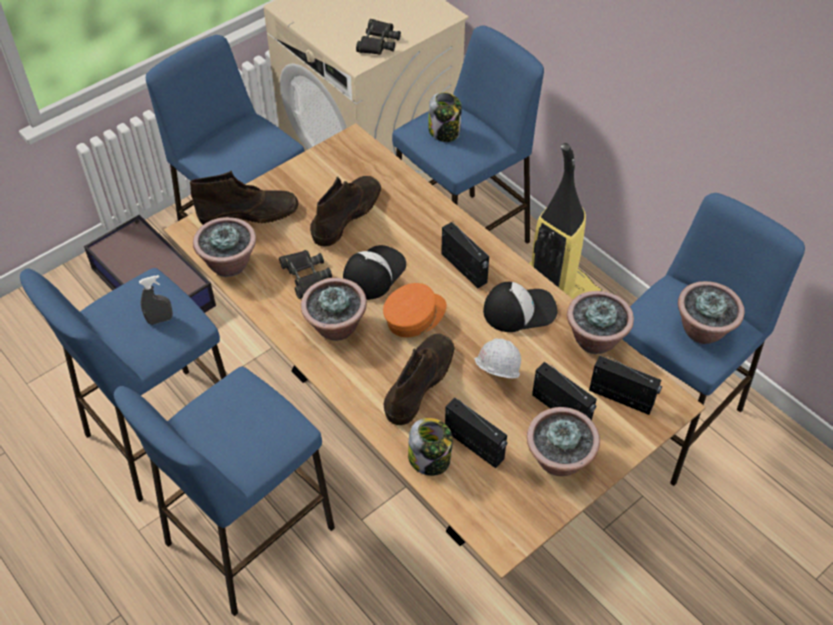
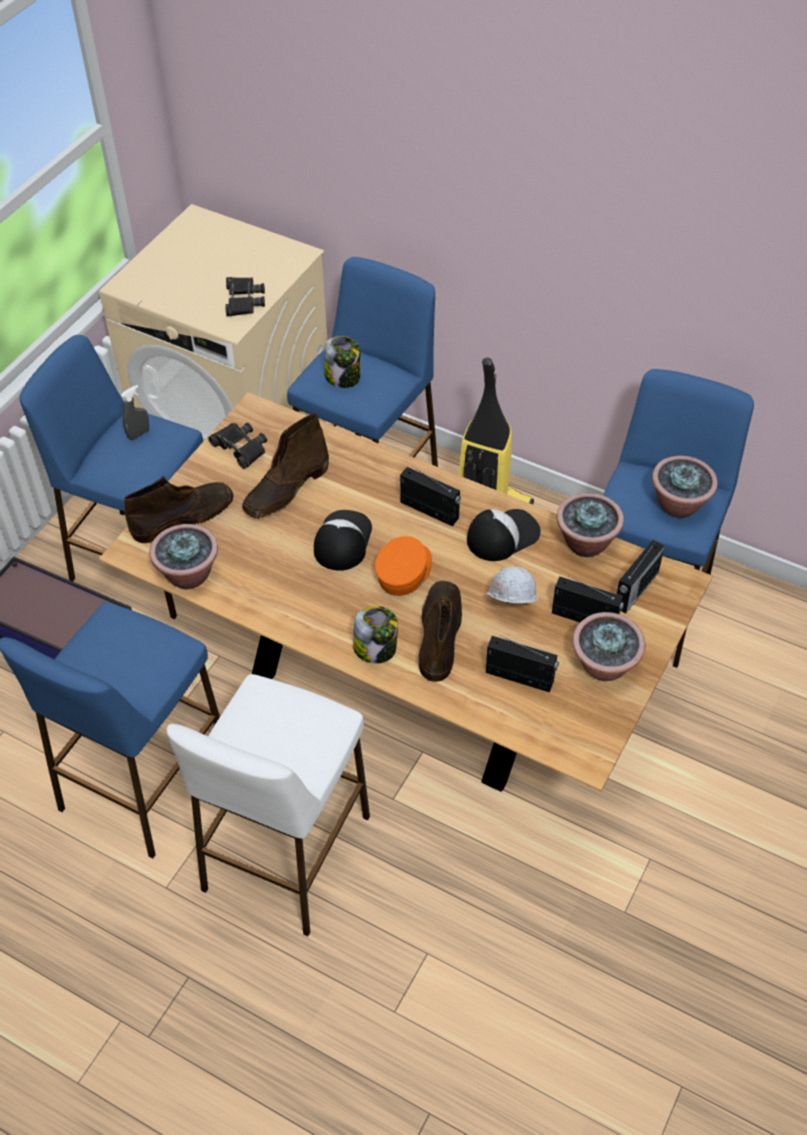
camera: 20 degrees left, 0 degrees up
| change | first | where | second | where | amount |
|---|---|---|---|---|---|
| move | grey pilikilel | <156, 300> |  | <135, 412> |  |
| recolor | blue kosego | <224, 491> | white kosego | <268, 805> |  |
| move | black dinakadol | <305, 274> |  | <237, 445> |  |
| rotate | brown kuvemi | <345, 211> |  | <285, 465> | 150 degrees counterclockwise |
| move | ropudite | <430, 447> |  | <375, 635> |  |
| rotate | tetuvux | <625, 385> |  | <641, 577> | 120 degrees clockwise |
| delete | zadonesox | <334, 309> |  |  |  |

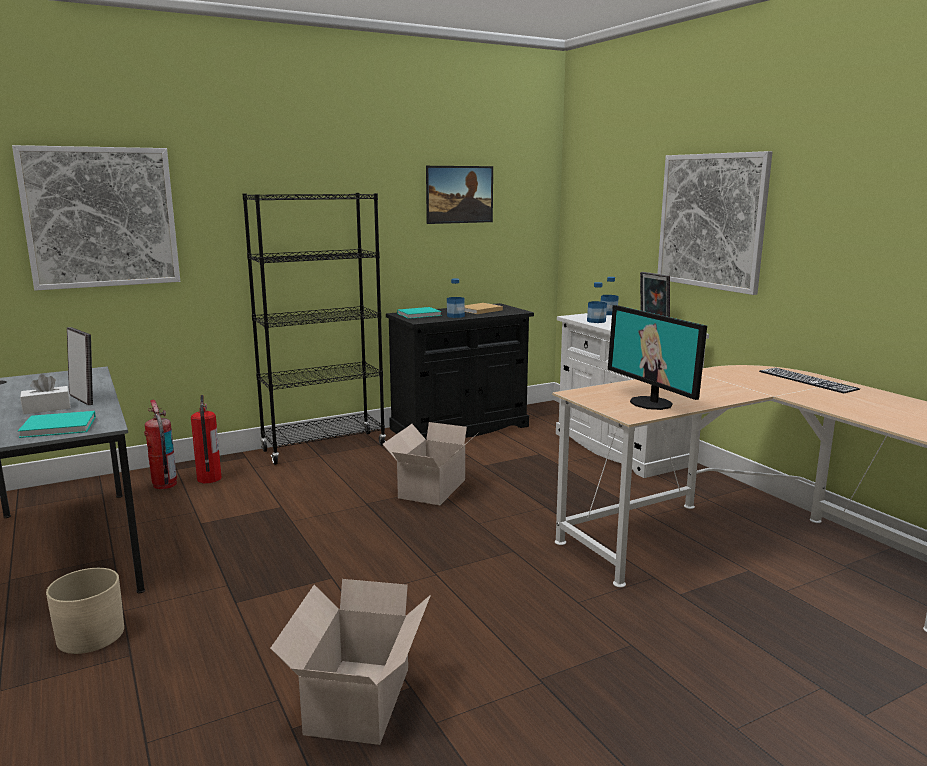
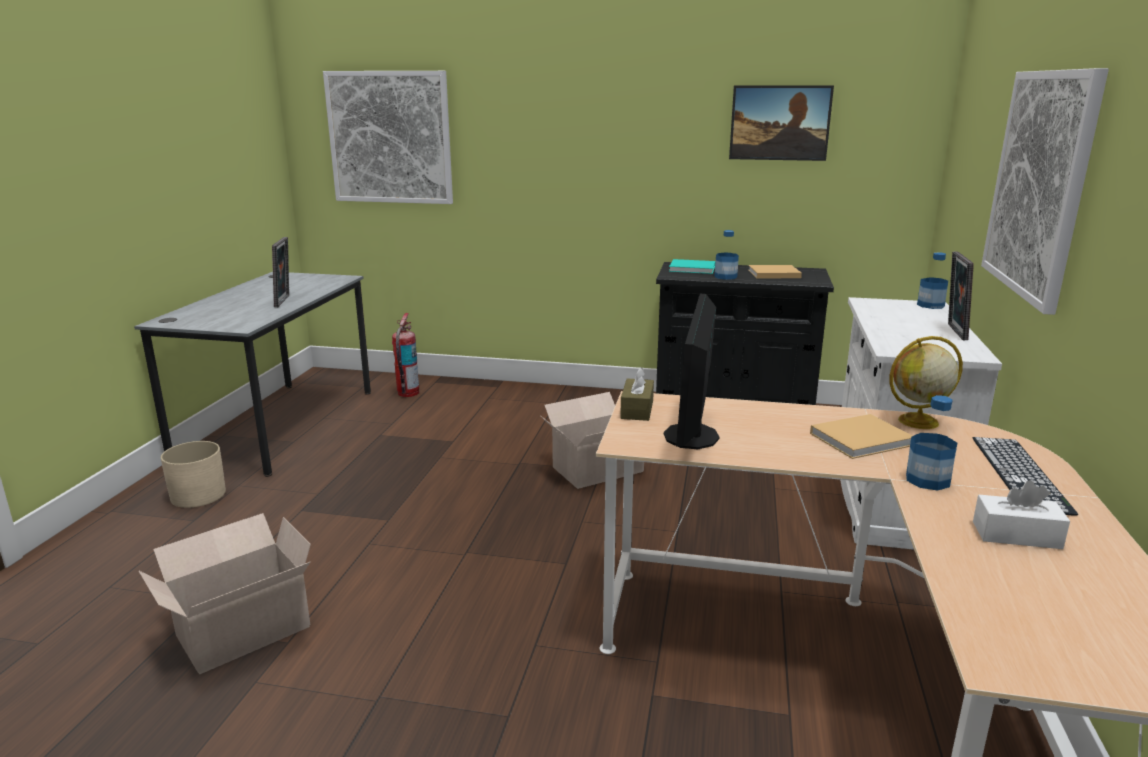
camera: 40 degrees right, 5 degrees up
| change | first | where | second | where | amount |
|---|---|---|---|---|---|
| insert |  |  | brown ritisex | <637, 394> |  |
| insert |  |  | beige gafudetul | <861, 436> |  |
| insert |  |  | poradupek | <926, 382> |  |
| move | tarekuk | <597, 302> |  | <931, 443> |  |
| move | white ritisex | <45, 394> |  | <1021, 514> |  |
| delete | turquoise gafudetul | <57, 424> |  |  |  |
| delete | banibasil | <206, 439> |  |  |  |
| delete | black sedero | <314, 329> |  |  |  |

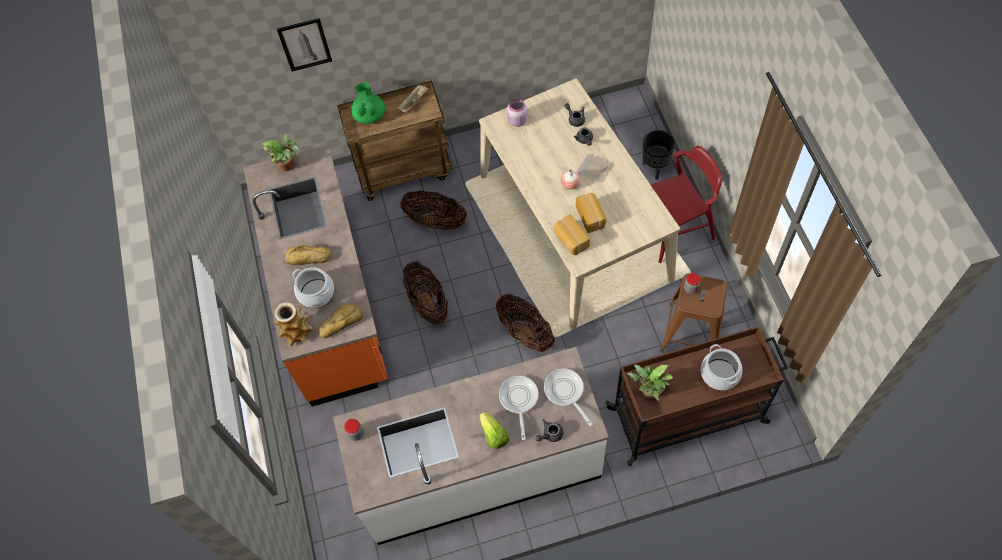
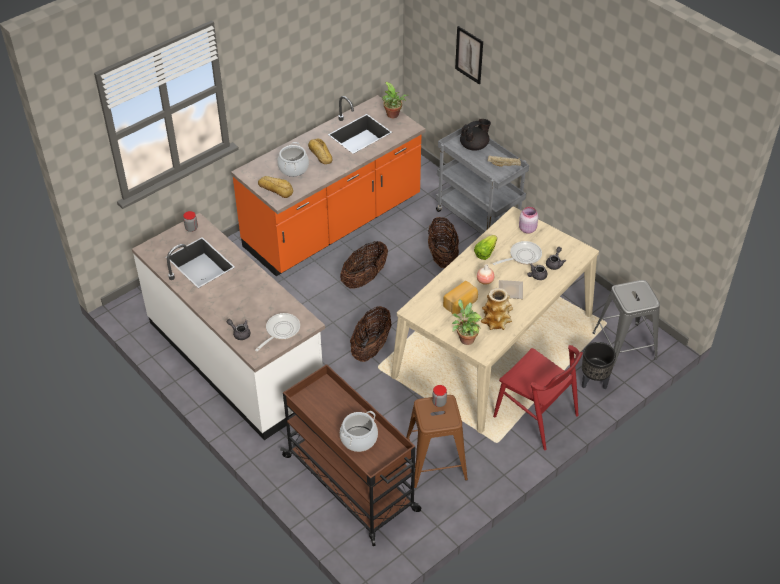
camera: 60 degrees right, 15 degrees down
| change | first | where | second | where | amount |
|---|---|---|---|---|---|
| recolor | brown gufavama | <394, 141> | grey gufavama | <482, 179> |  |
| move | zadonesox | <650, 383> |  | <467, 322> |  |
| recolor | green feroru | <368, 103> | black feroru | <475, 135> |  |
| move | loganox | <494, 430> |  | <485, 247> |  |
| move | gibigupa | <293, 324> |  | <497, 309> |  |
| move | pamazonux | <518, 408> |  | <517, 253> |  |
| insert |  |  | grey kosego | <626, 323> |  |
| delete | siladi | <572, 235> |  |  |  |

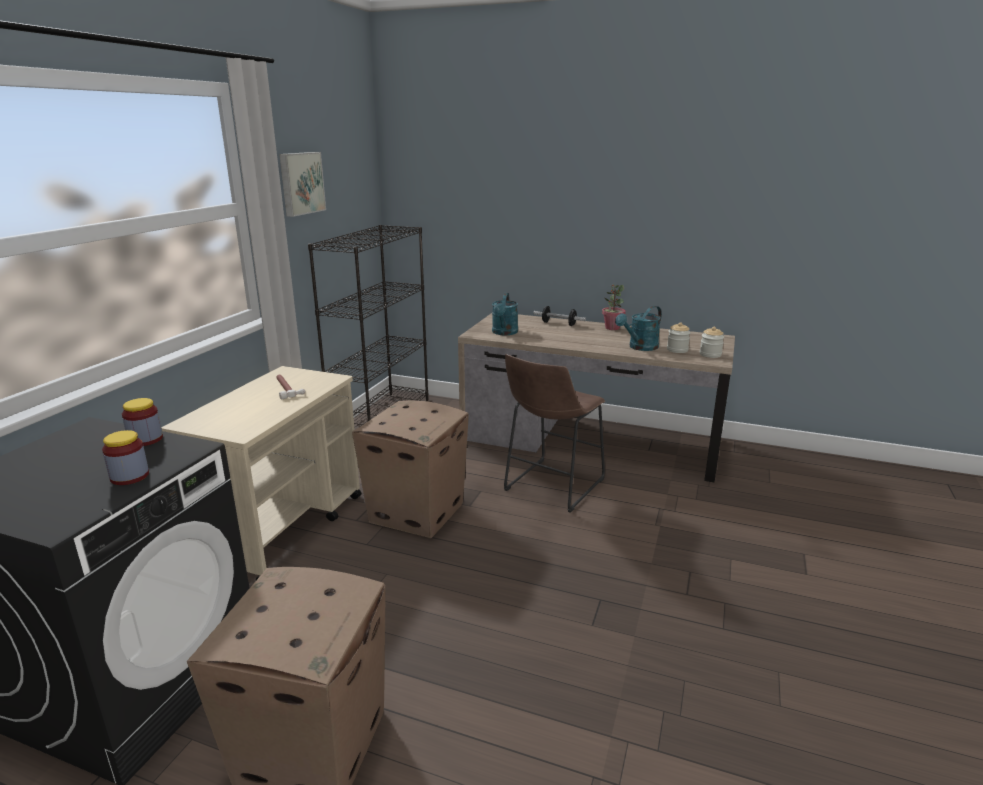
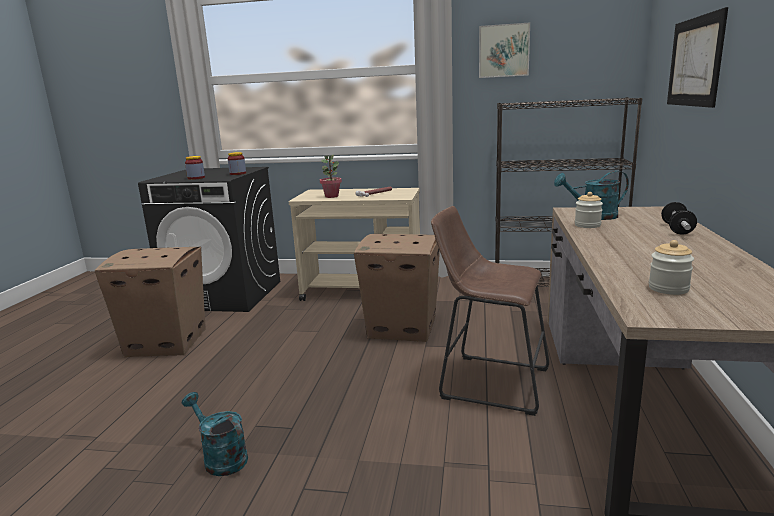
camera: 80 degrees right, 5 degrees down
| change | first | where | second | where | amount |
|---|---|---|---|---|---|
| move | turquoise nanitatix | <638, 328> |  | <215, 434> |  |
| move | zadonesox | <614, 307> |  | <331, 176> |  |
| move | ropudite | <712, 342> |  | <589, 210> |  |
| insert |  |  | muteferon | <697, 57> |  |

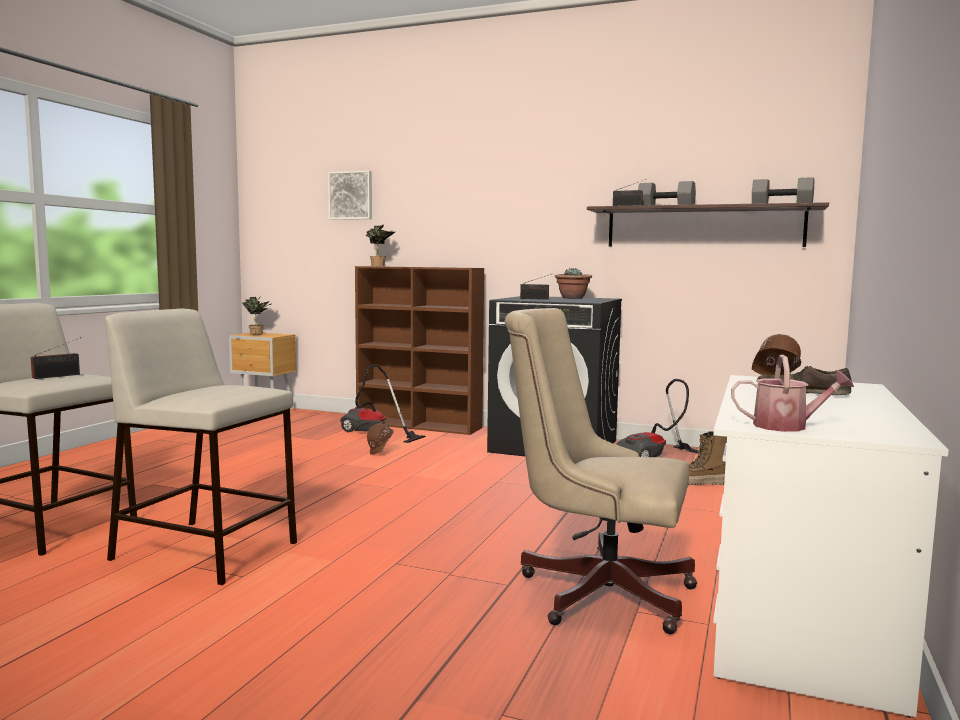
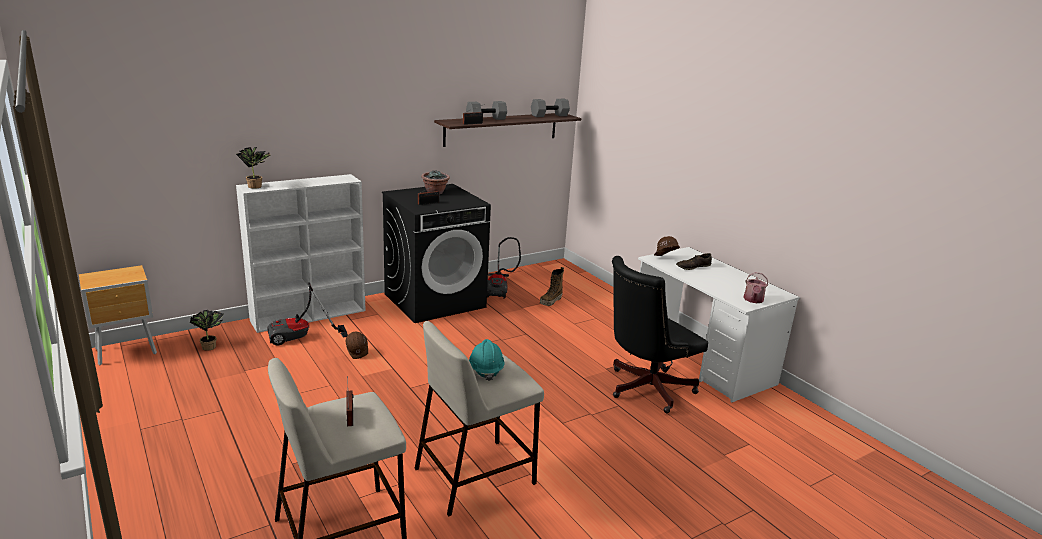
camera: 55 degrees left, 15 degrees up
| change | first | where | second | where | amount |
|---|---|---|---|---|---|
| move | zadonesox | <257, 316> |  | <207, 330> |  |
| recolor | brown sedero | <419, 350> | white sedero | <301, 253> |  |
| insert |  |  | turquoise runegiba | <487, 360> |  |
| recolor | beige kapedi | <601, 471> | black kapedi | <660, 334> |  |
| rotate | nanitatix | <792, 393> |  | <755, 287> | 150 degrees clockwise |
| delete | muteferon | <350, 195> |  |  |  |

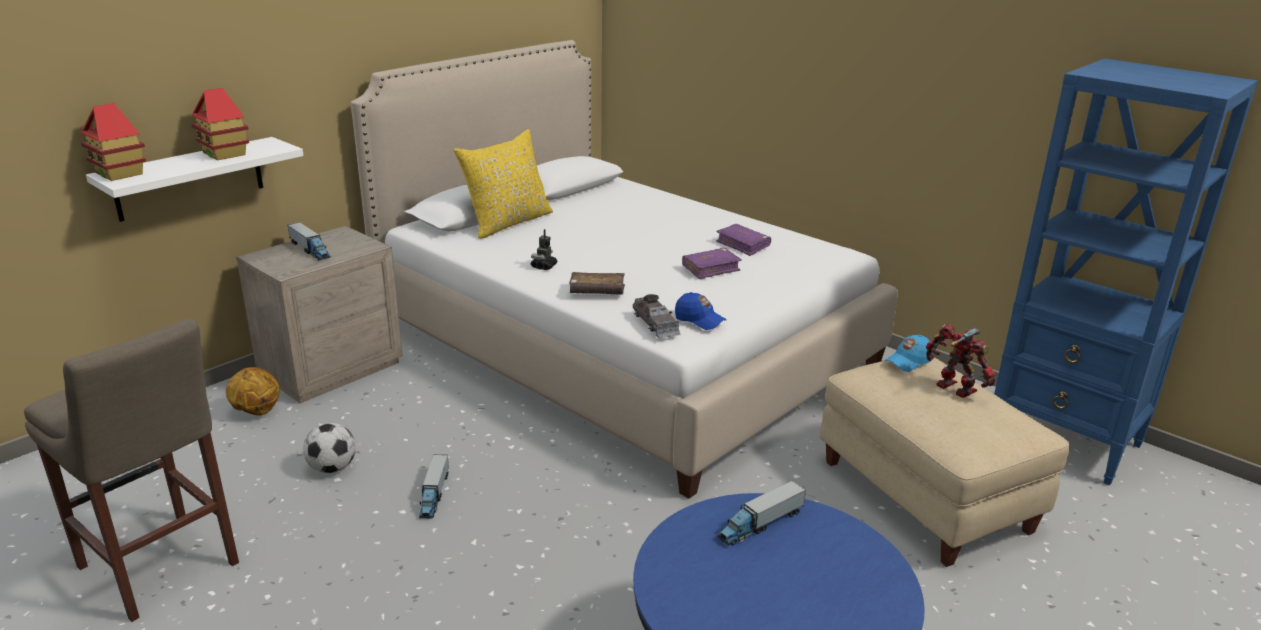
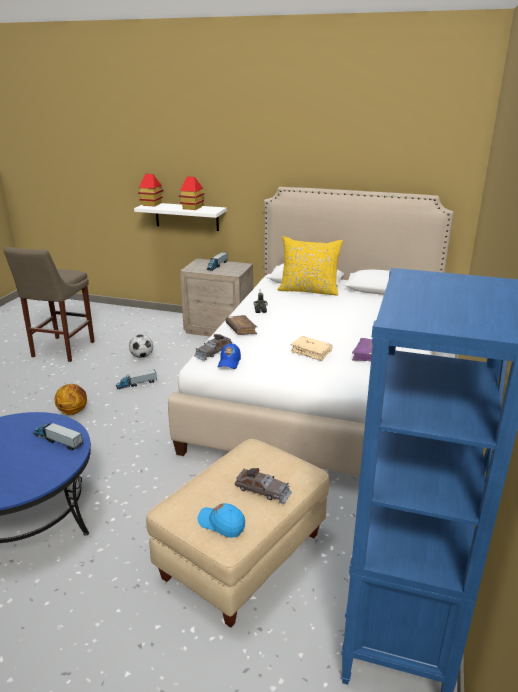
camera: 65 degrees right, 0 degrees up
| change | first | where | second | where | amount |
|---|---|---|---|---|---|
| move | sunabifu | <253, 391> |  | <71, 399> |  |
| move | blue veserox | <908, 353> |  | <221, 520> |  |
| replace | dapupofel | <961, 360> | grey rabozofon | <263, 486> |  |
| recolor | purple gafudetul | <712, 263> | beige gafudetul | <311, 348> |  |

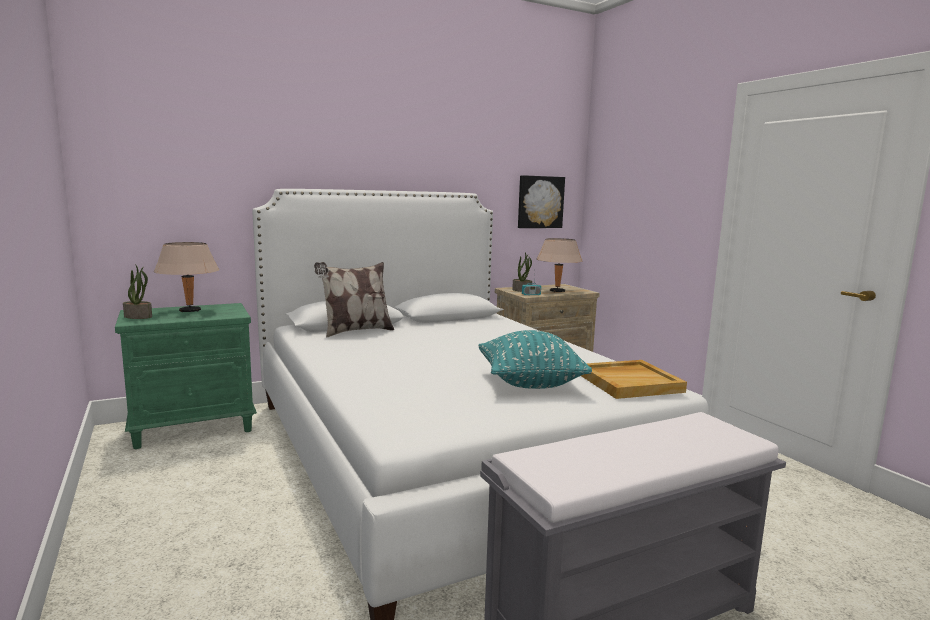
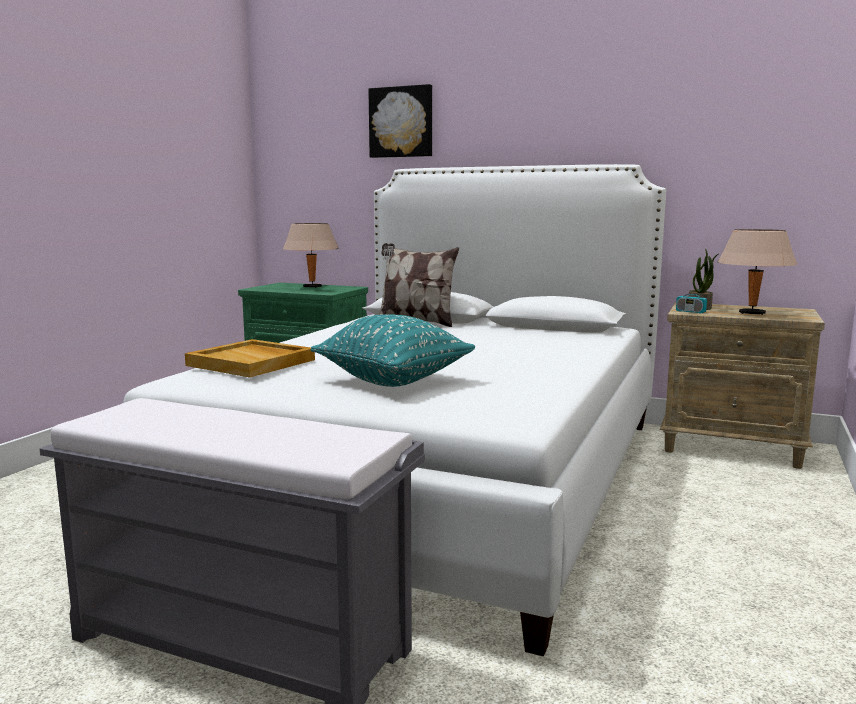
camera: 50 degrees right, 0 degrees up
| change | first | where | second | where | amount |
|---|---|---|---|---|---|
| move | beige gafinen | <634, 379> |  | <250, 358> |  |
| move | muteferon | <541, 201> |  | <400, 121> |  |
| delete | zadonesox | <137, 291> |  |  |  |

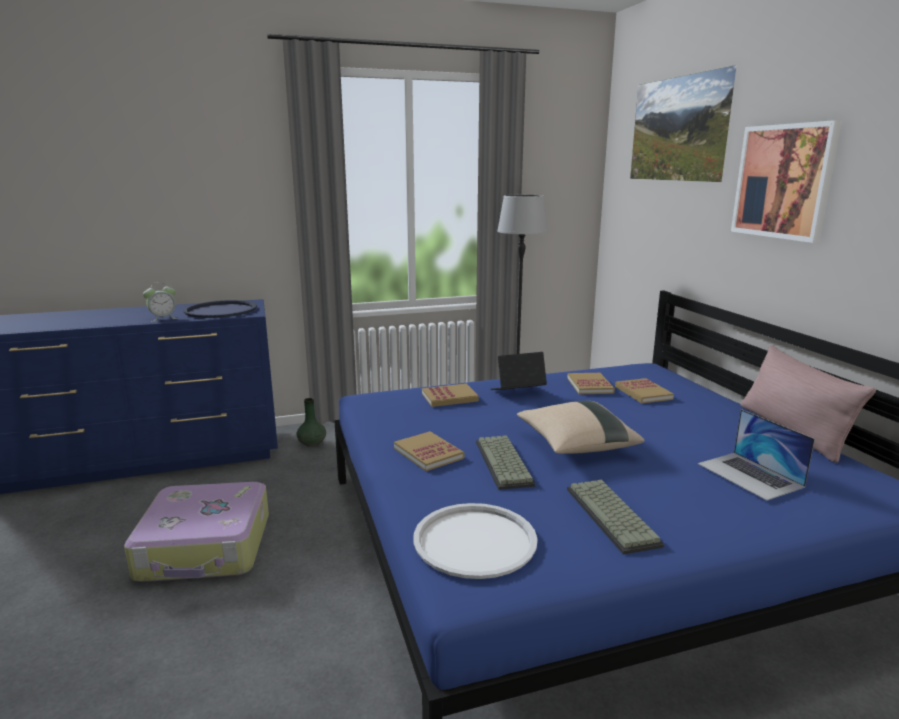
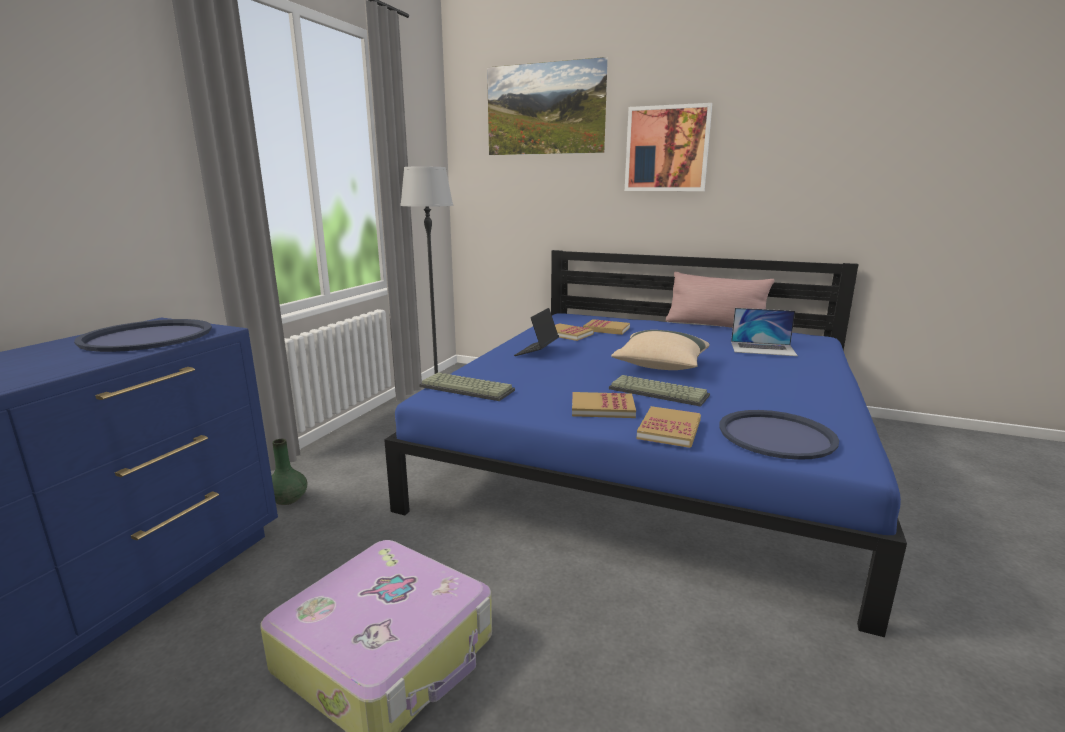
camera: 50 degrees left, 0 degrees up
| change | first | where | second | where | amount |
|---|---|---|---|---|---|
| move | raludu | <615, 517> |  | <467, 387> |  |
| move | gafudetul | <450, 395> |  | <669, 427> |  |
| recolor | white gafinen | <475, 541> | blue gafinen | <779, 435> |  |
| delete | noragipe | <160, 302> |  |  |  |

